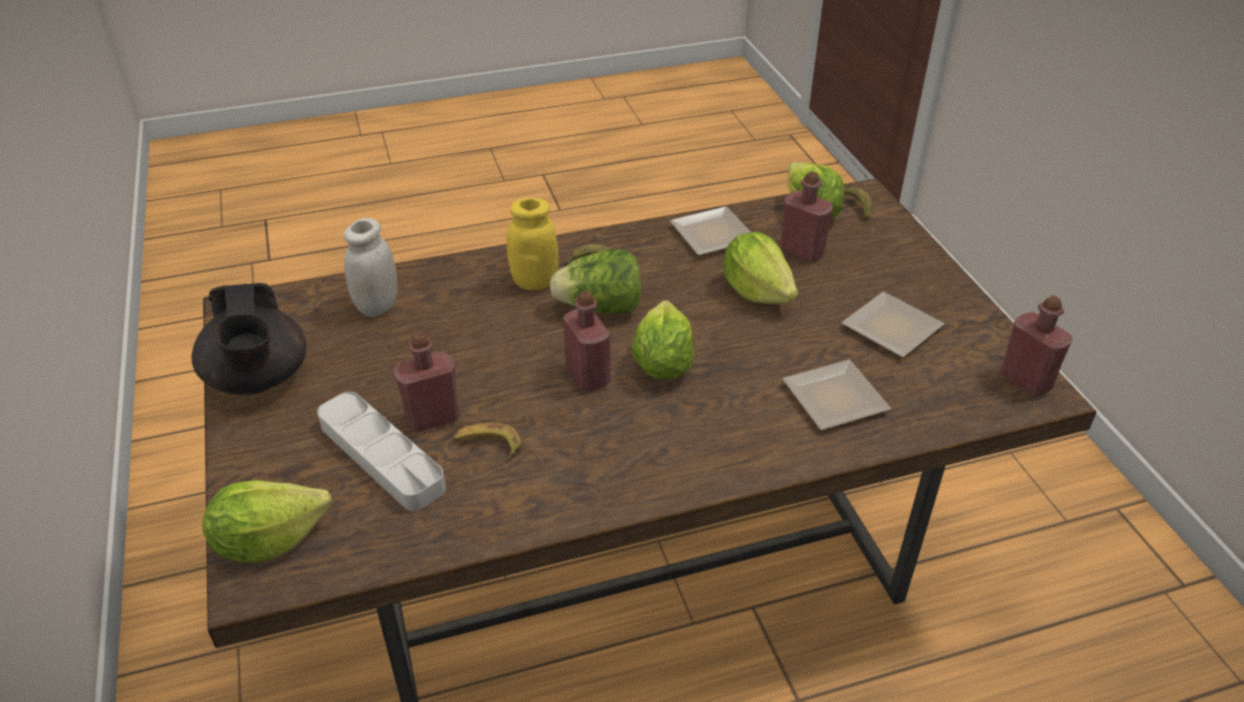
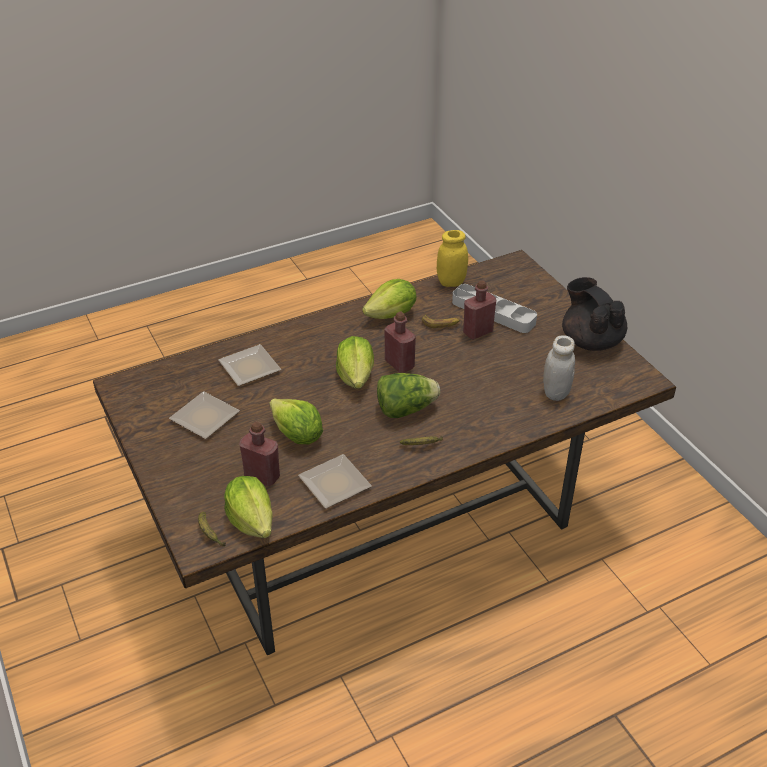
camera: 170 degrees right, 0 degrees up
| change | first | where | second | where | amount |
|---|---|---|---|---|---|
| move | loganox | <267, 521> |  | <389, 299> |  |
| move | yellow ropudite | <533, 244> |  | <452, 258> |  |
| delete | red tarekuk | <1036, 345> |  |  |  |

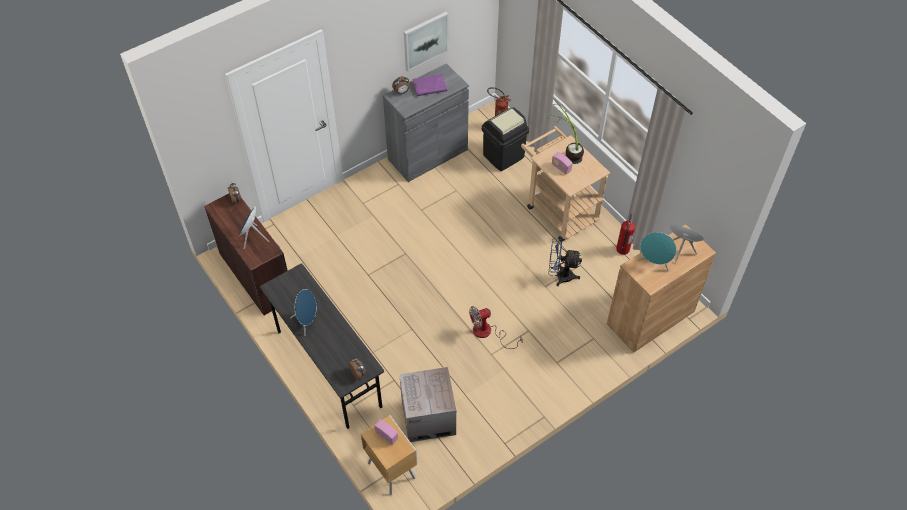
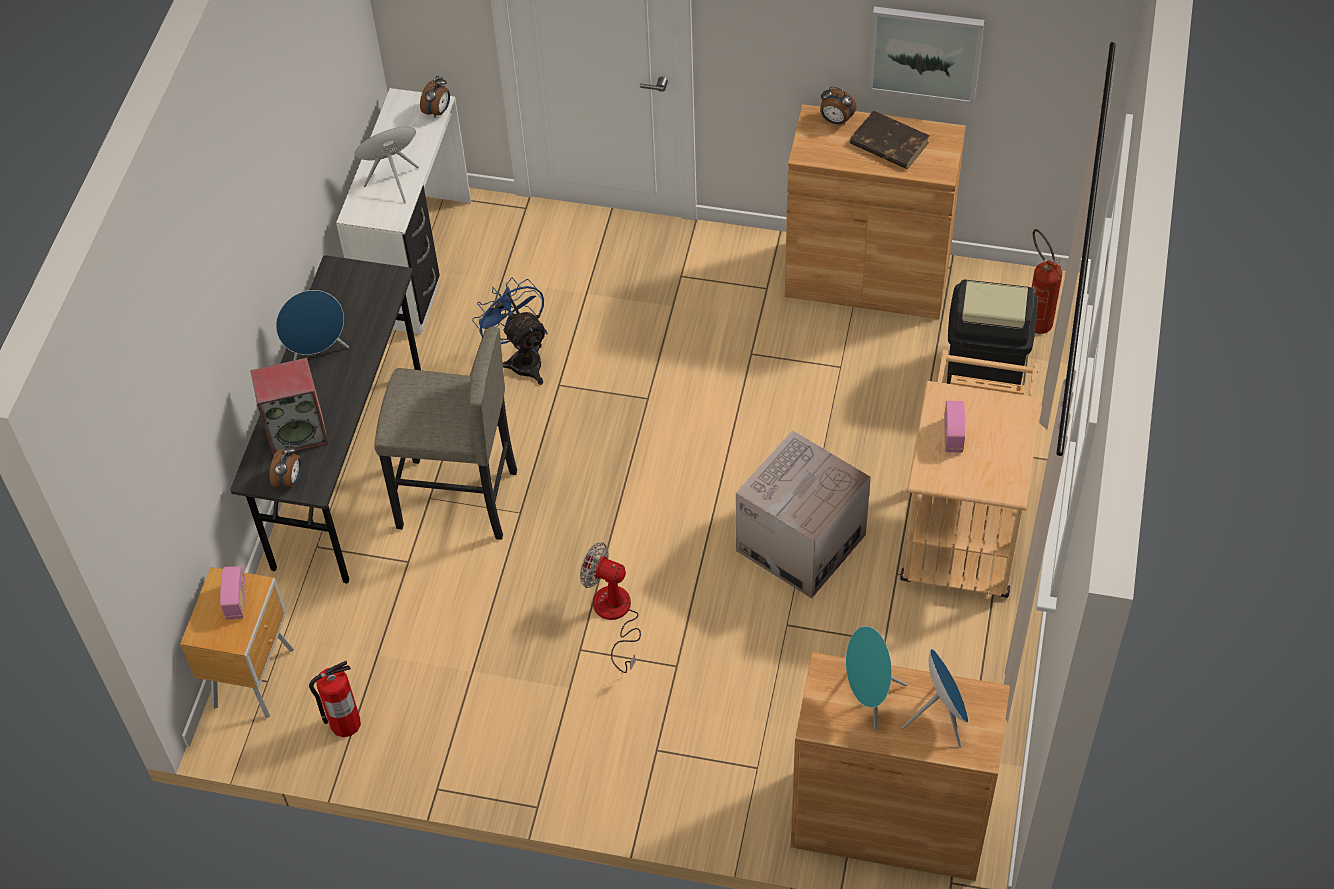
camera: 50 degrees right, 0 degrees up
| change | first | where | second | where | amount |
|---|---|---|---|---|---|
| insert |  |  | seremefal | <289, 407> |  |
| move | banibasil | <625, 234> |  | <335, 699> |  |
| recolor | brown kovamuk | <246, 254> | white kovamuk | <403, 211> |  |
| insert |  |  | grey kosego | <445, 433> |  |
| move | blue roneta | <565, 262> |  | <510, 331> |  |
| move | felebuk | <427, 404> |  | <803, 514> |  |
| recolor | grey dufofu | <426, 122> | brown dufofu | <875, 211> |  |
| recolor | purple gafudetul | <430, 85> | brown gafudetul | <890, 139> |  |
| delete | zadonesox | <566, 131> |  |  |  |

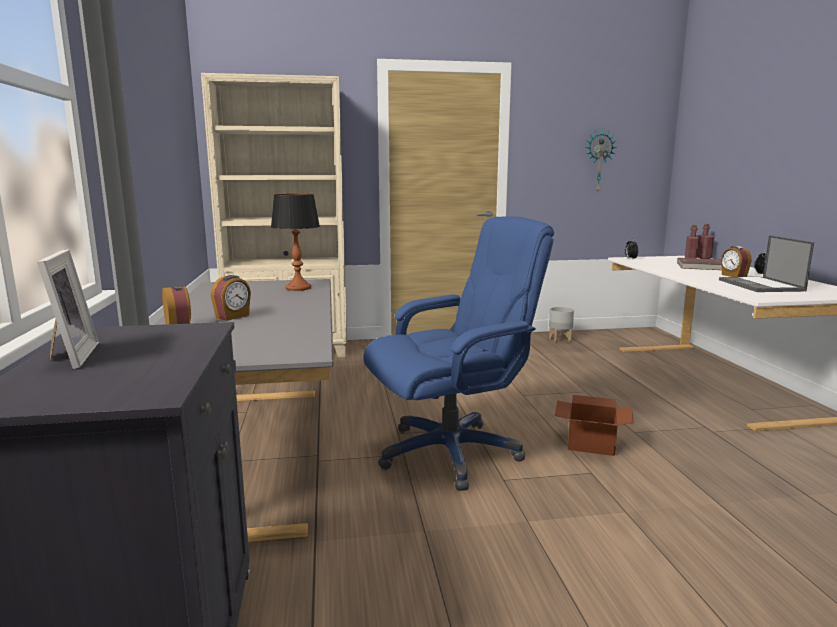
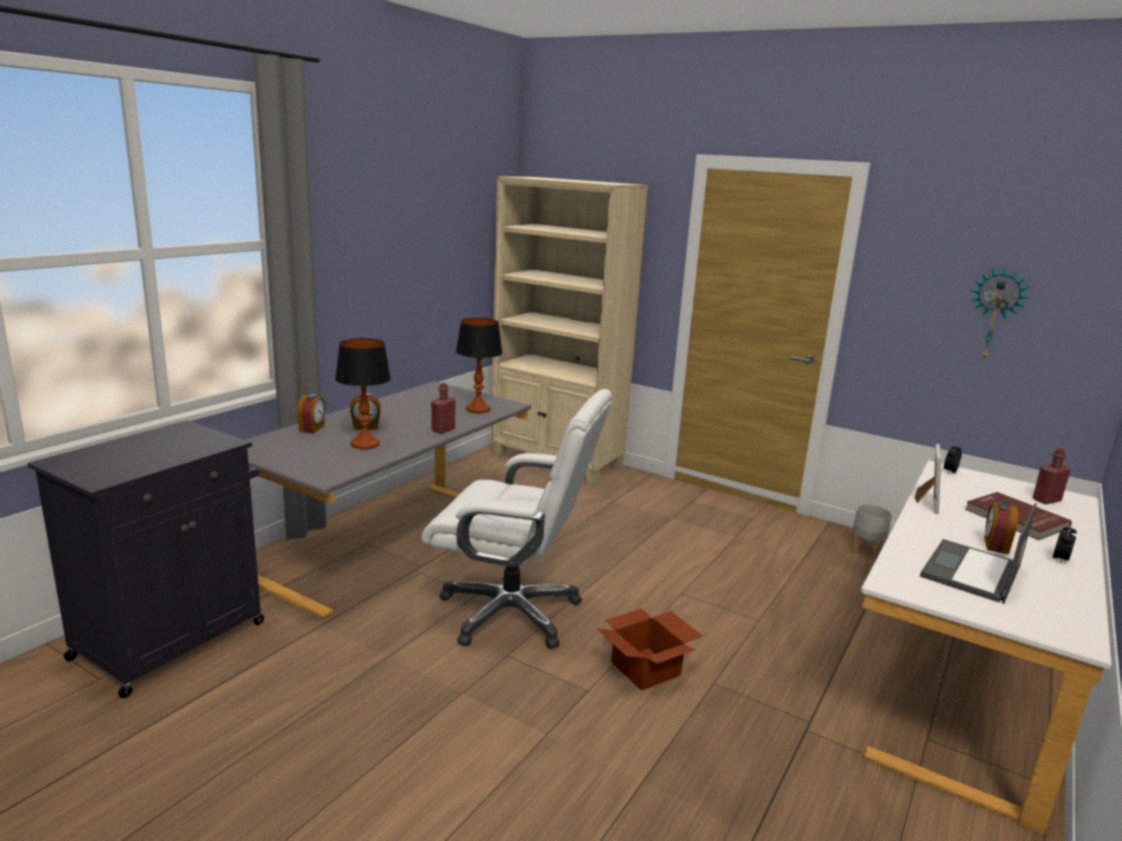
camera: 40 degrees right, 5 degrees up
| change | first | where | second | where | amount |
|---|---|---|---|---|---|
| insert |  |  | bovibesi | <363, 393> |  |
| recolor | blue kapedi | <458, 354> | white kapedi | <516, 519> |  |
| move | red tarekuk | <705, 241> |  | <443, 408> |  |
| move | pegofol | <68, 309> |  | <927, 479> |  |

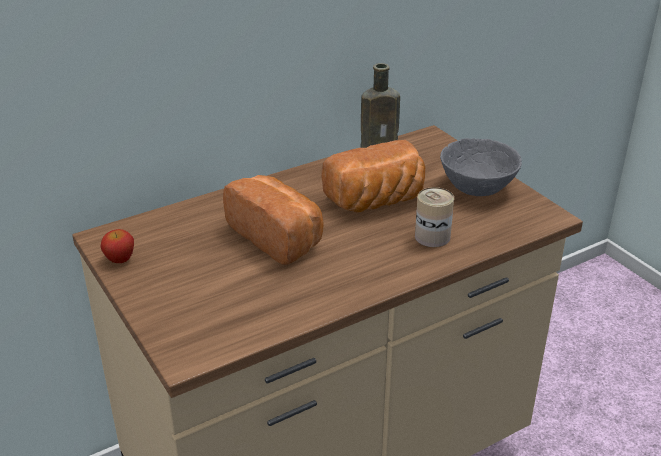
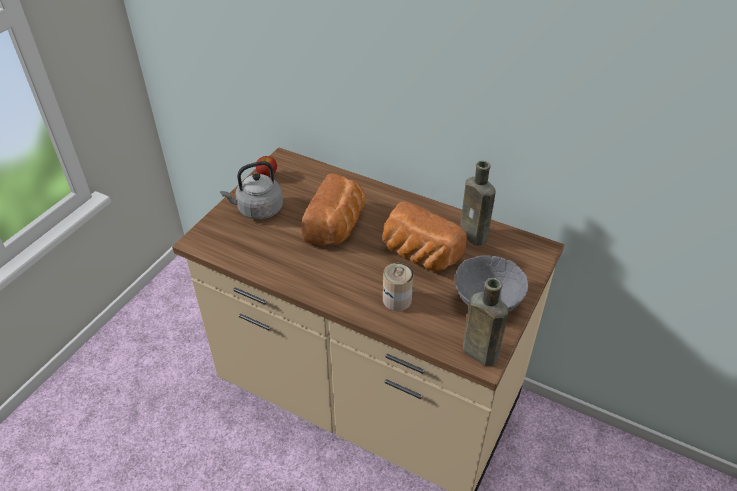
camera: 60 degrees right, 10 degrees up
| change | first | where | second | where | amount |
|---|---|---|---|---|---|
| insert |  |  | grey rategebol | <251, 190> |  |
| insert |  |  | brown tarekuk | <485, 322> |  |

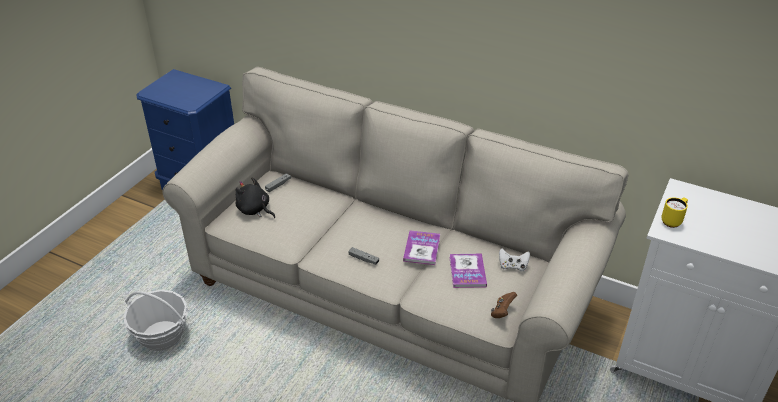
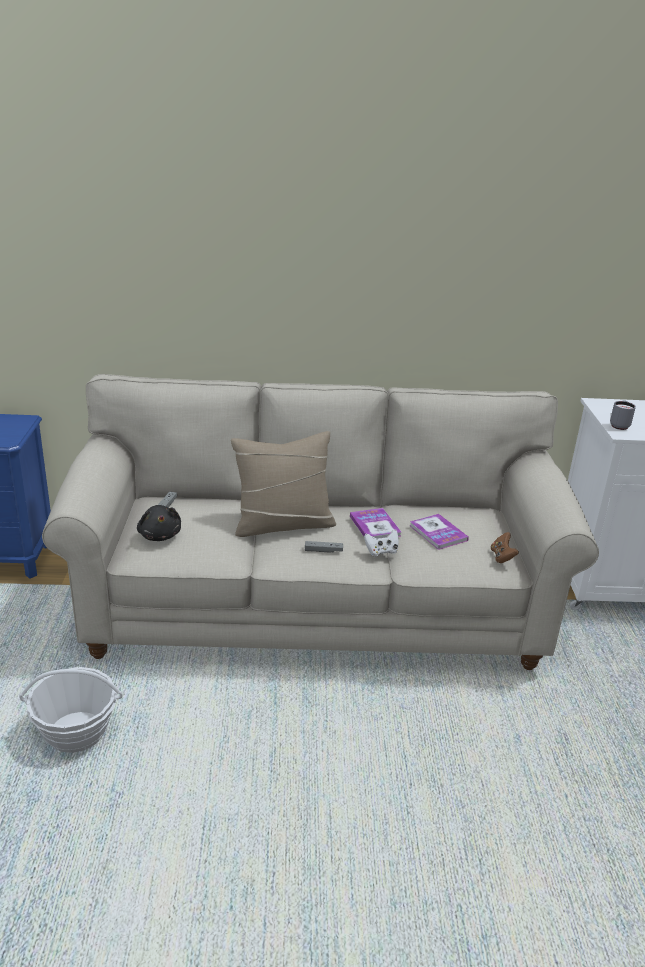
camera: 30 degrees left, 10 degrees down
| change | first | where | second | where | amount |
|---|---|---|---|---|---|
| rotate | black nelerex | <255, 197> |  | <159, 523> | 120 degrees counterclockwise |
| insert |  |  | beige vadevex | <283, 484> |  |
| move | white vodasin | <514, 260> |  | <381, 543> |  |
| recolor | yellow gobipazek | <674, 212> | grey gobipazek | <623, 415> |  |

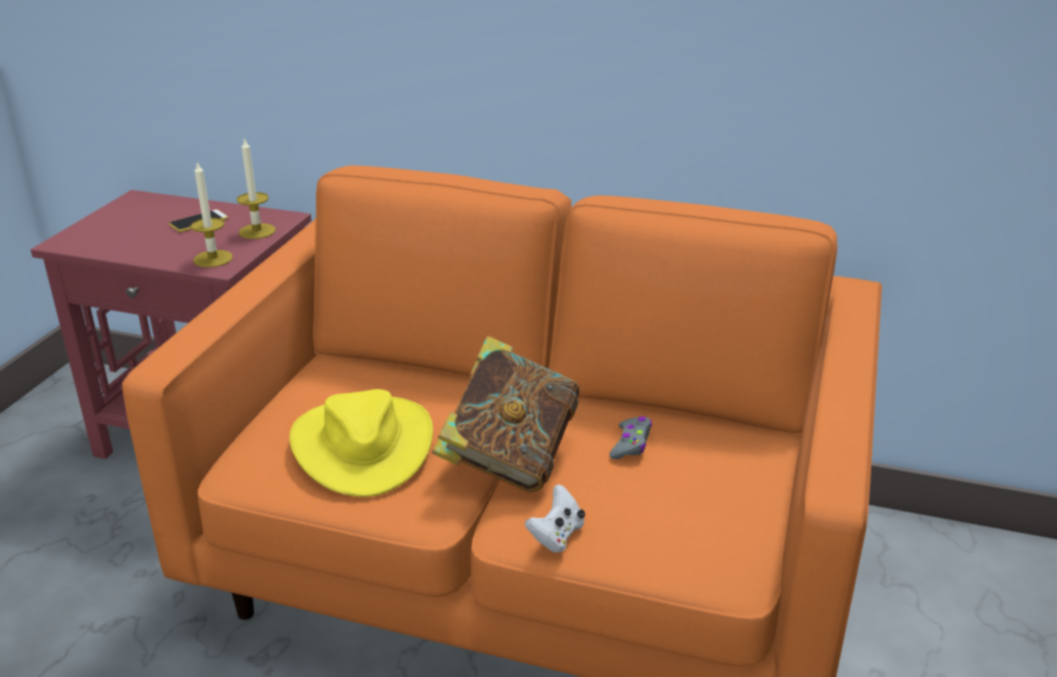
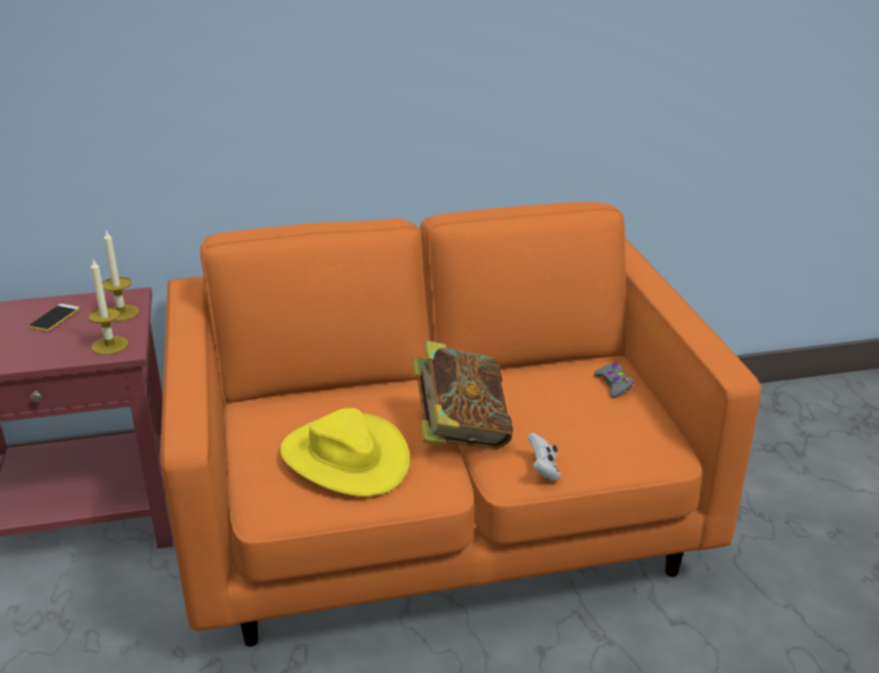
camera: 30 degrees left, 0 degrees up
| change | first | where | second | where | amount |
|---|---|---|---|---|---|
| move | grey vodasin | <631, 438> |  | <614, 380> |  |

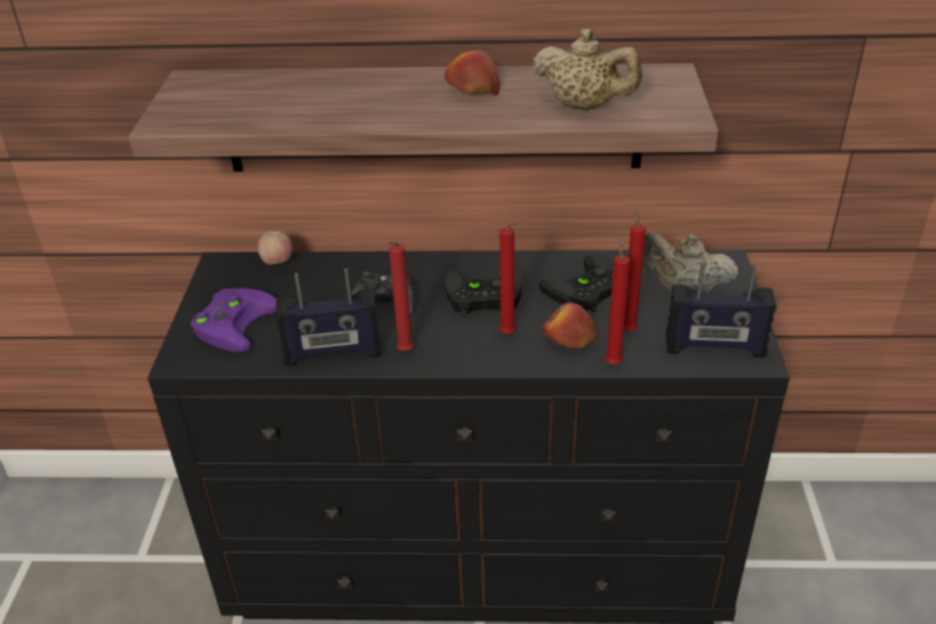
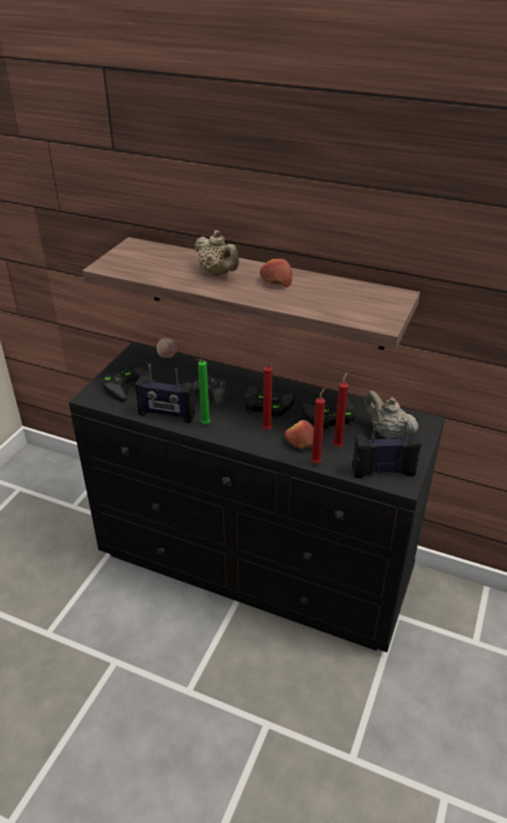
camera: 20 degrees right, 0 degrees up
| change | first | where | second | where | amount |
|---|---|---|---|---|---|
| recolor | purple vodasin | <233, 320> | black vodasin | <127, 383> |  |
| move | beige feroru | <587, 69> |  | <216, 253> |  |
| recolor | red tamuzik | <401, 296> | green tamuzik | <202, 391> |  |
| rotate | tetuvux | <721, 310> |  | <386, 449> | 150 degrees clockwise |

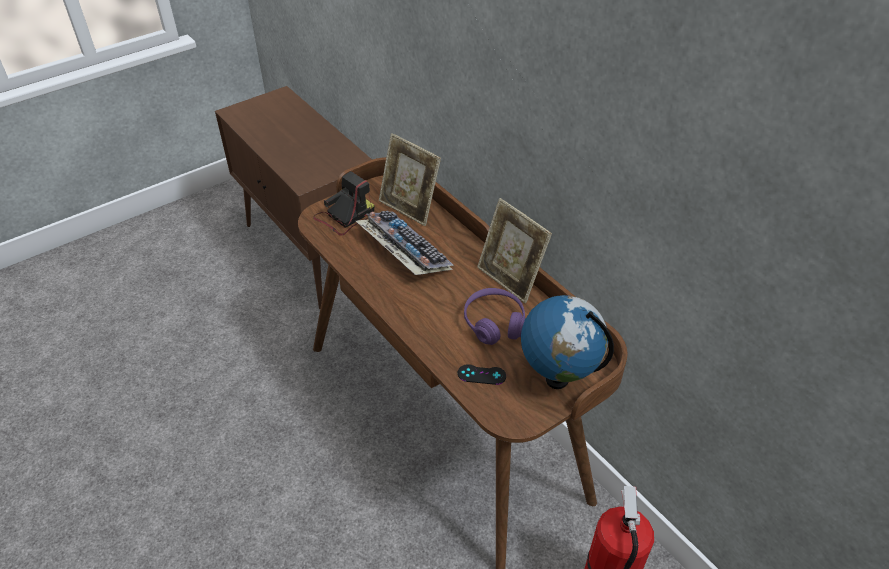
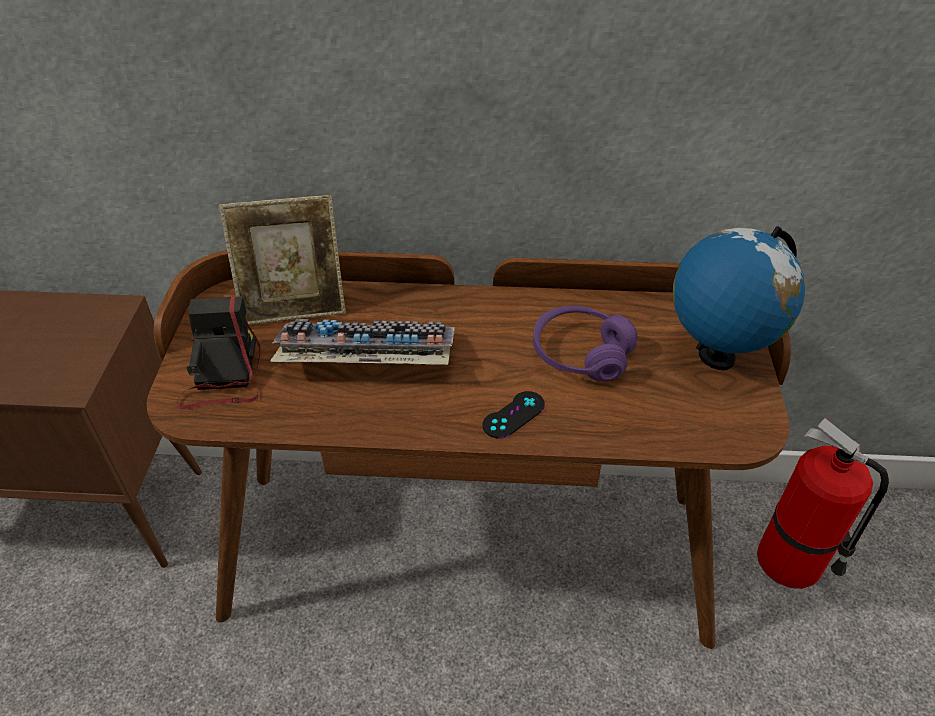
camera: 50 degrees left, 0 degrees up
| change | first | where | second | where | amount |
|---|---|---|---|---|---|
| move | black vodasin | <482, 374> |  | <513, 415> |  |
| delete | pegofol | <514, 250> |  |  |  |

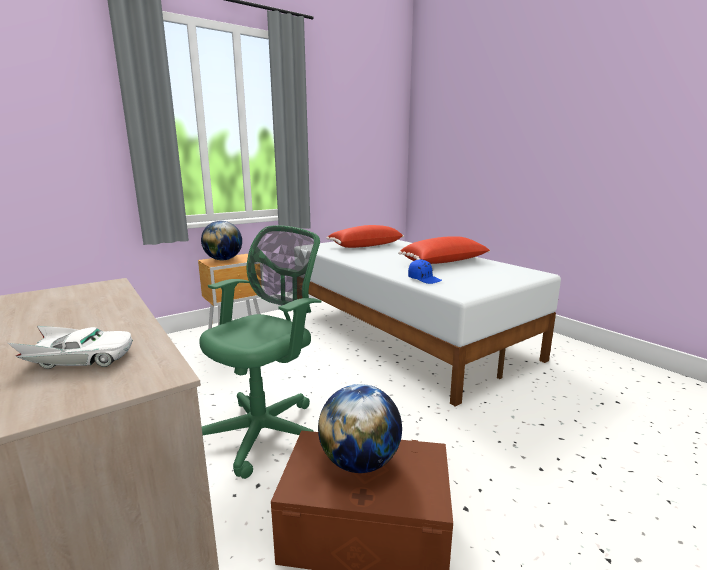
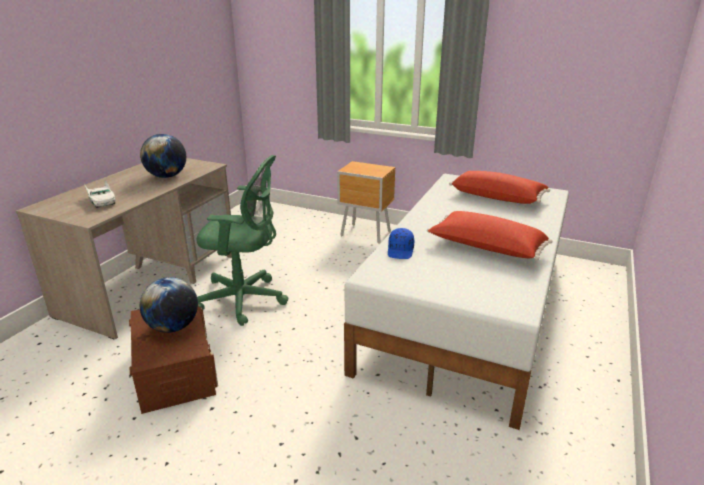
camera: 60 degrees right, 10 degrees up
| change | first | where | second | where | amount |
|---|---|---|---|---|---|
| move | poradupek | <221, 240> |  | <163, 156> |  |

